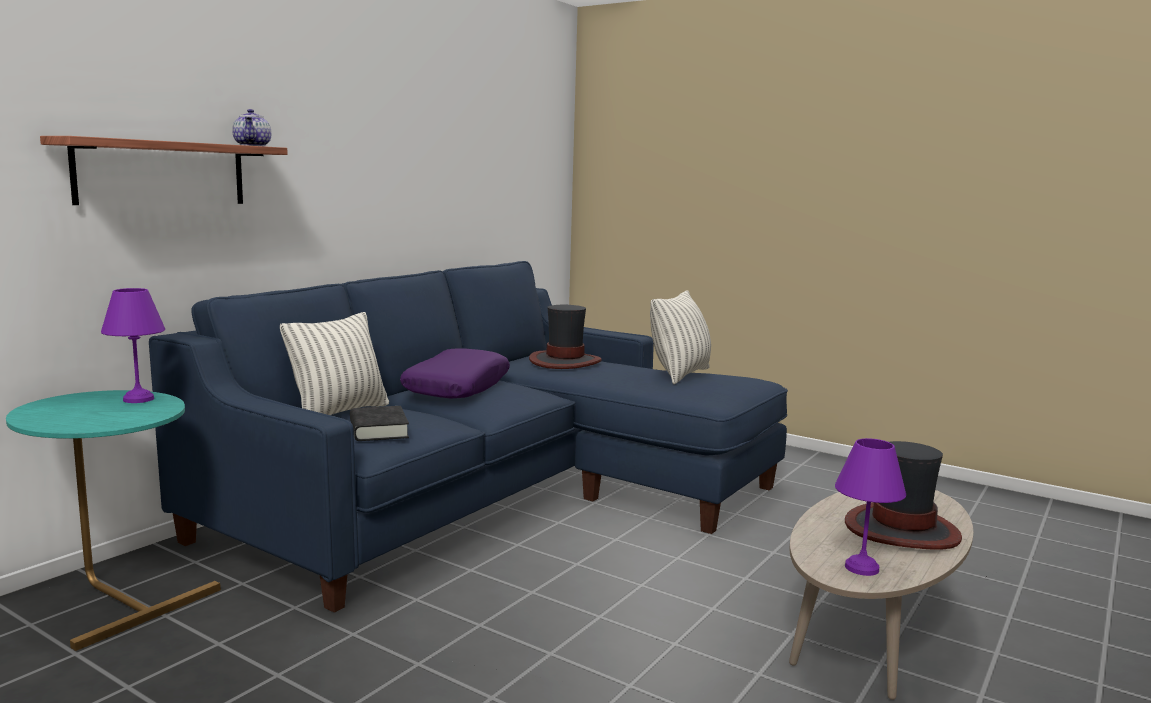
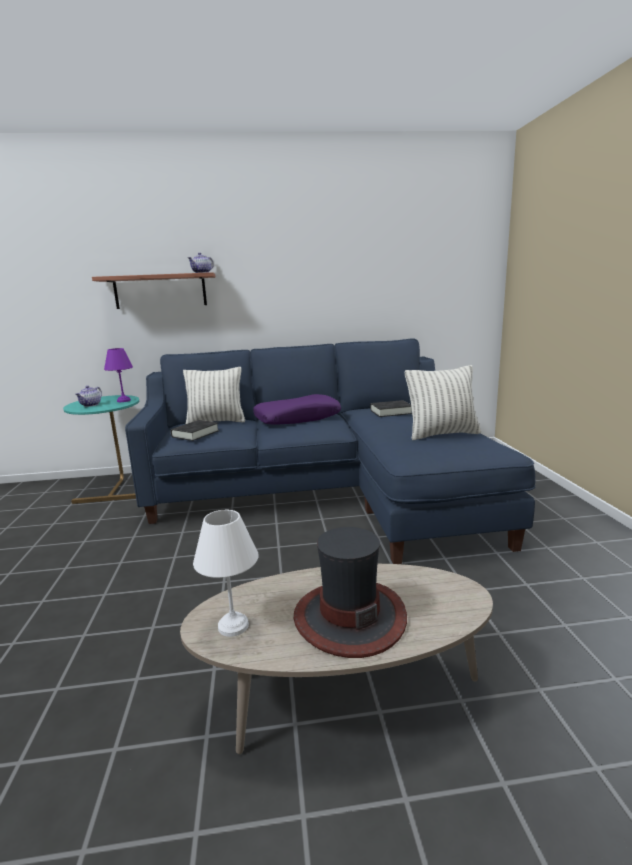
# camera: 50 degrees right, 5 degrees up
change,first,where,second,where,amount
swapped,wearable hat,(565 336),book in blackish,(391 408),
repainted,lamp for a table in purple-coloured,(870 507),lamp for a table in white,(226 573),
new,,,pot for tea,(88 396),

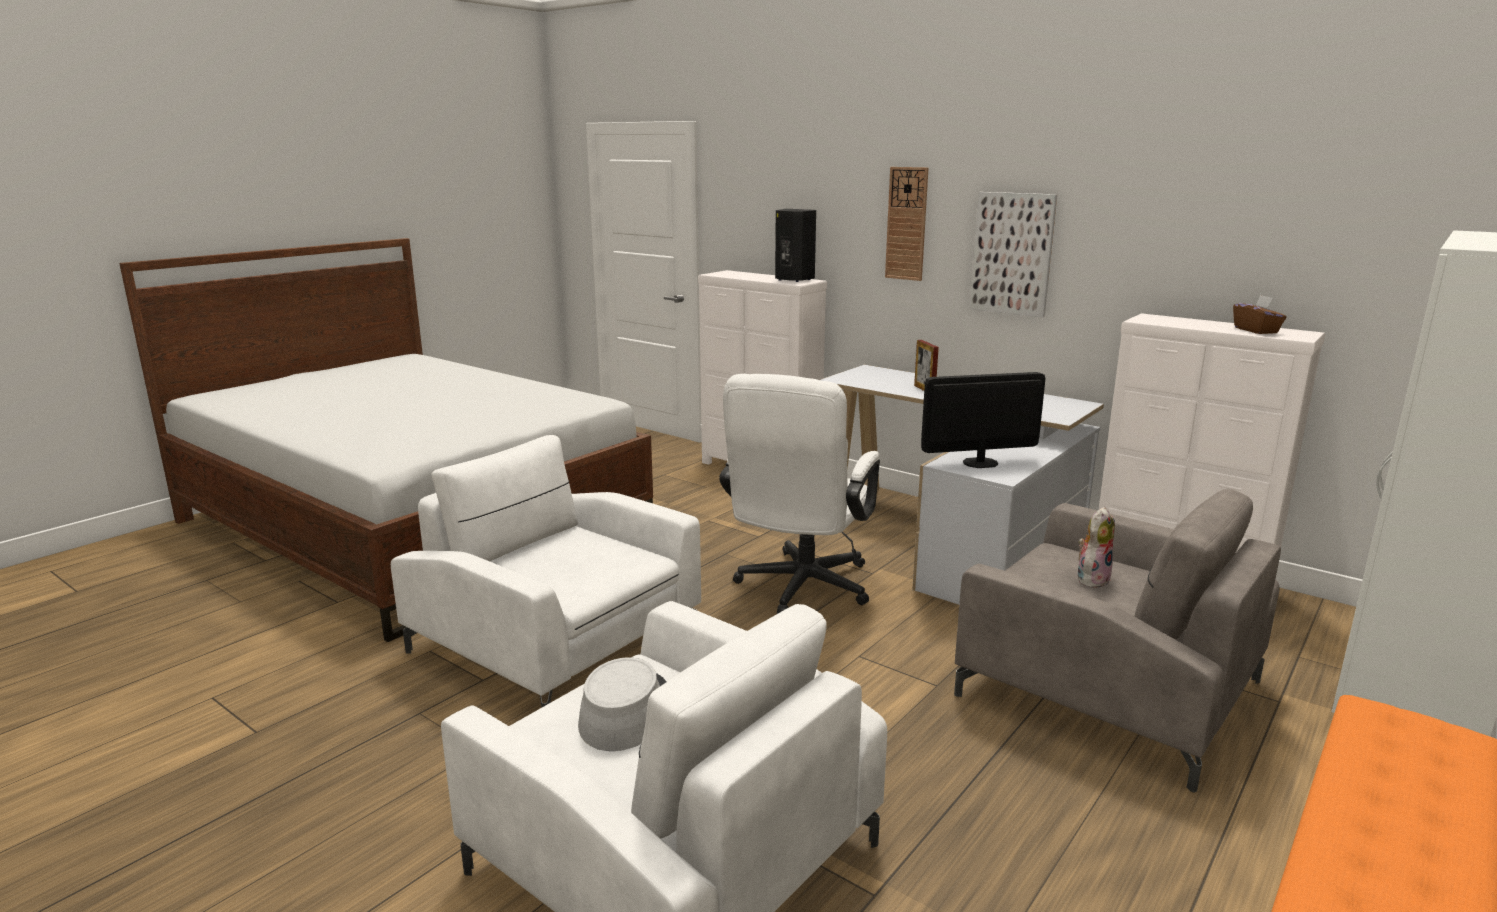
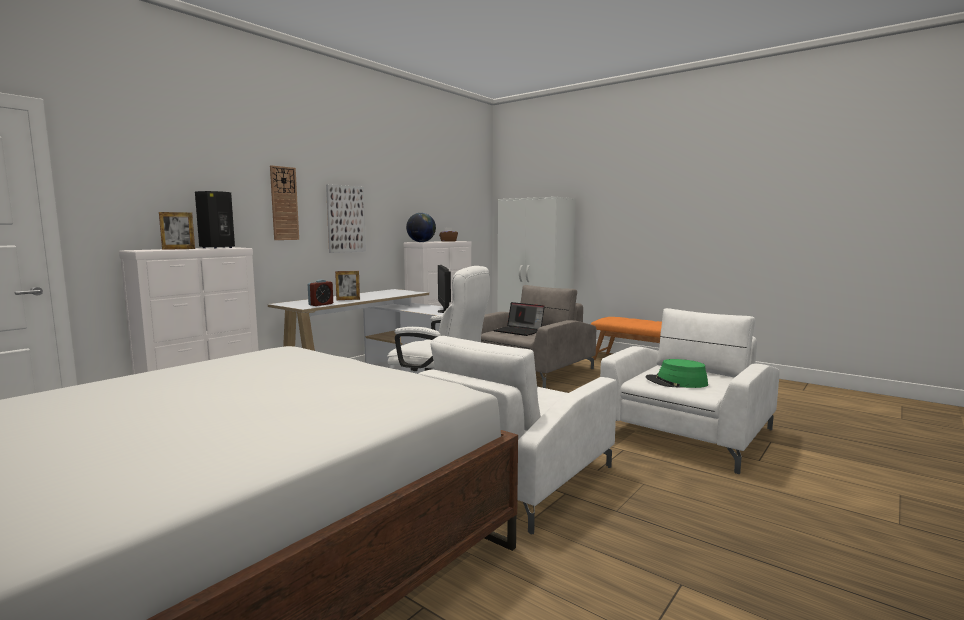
# camera: 90 degrees left, 10 degrees down
change,first,where,second,where,amount
repainted,wearable hat in grey,(622 704),wearable hat in greenish,(677 373),
swapped,soft toy,(1096 547),laptop,(519 319),
new,,,standing frame,(177 231),
new,,,alarm clock,(320 293),
new,,,desk globe,(421 227),

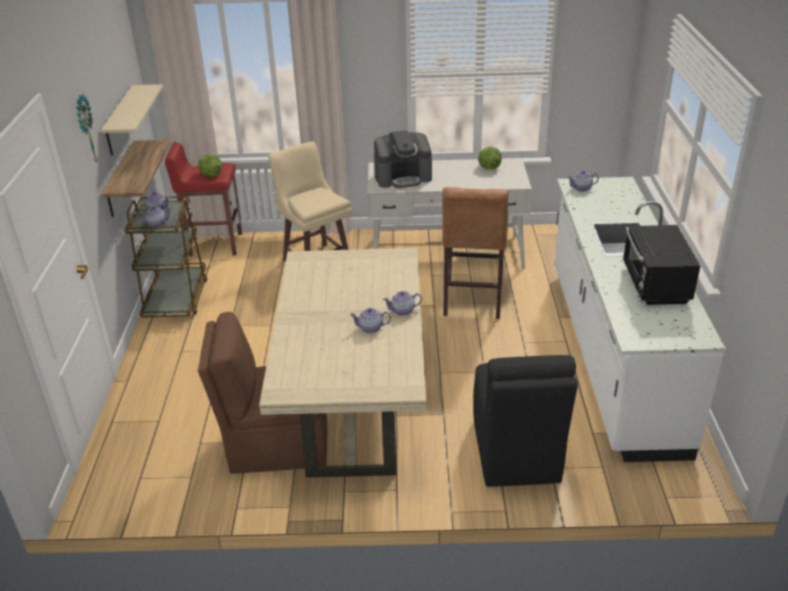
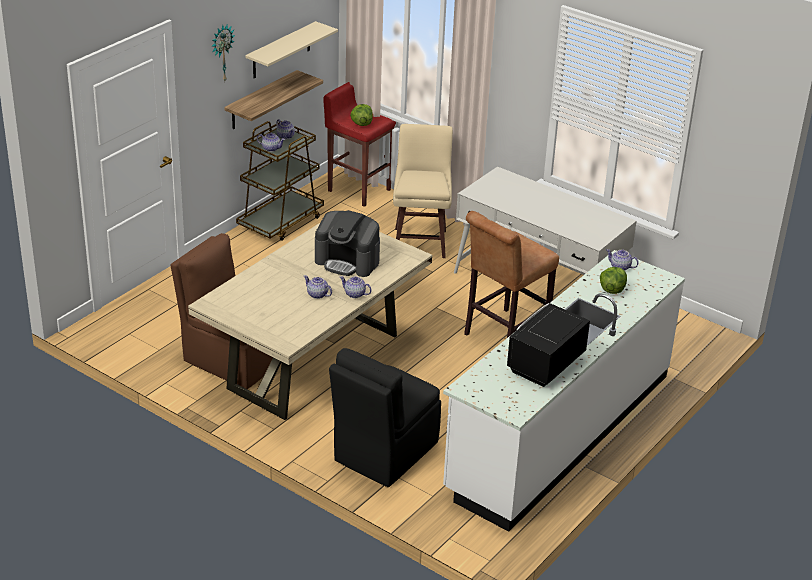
# camera: 35 degrees right, 0 degrees up
change,first,where,second,where,amount
shifted,coffee maker,(403 159),,(347 243),
shifted,lettuce,(490 158),,(613 280),

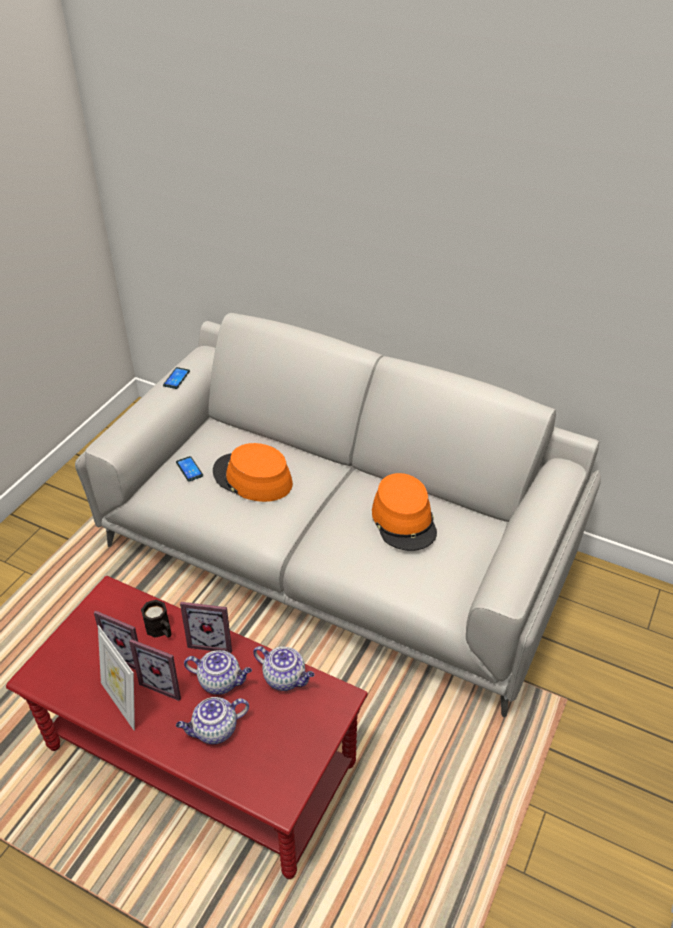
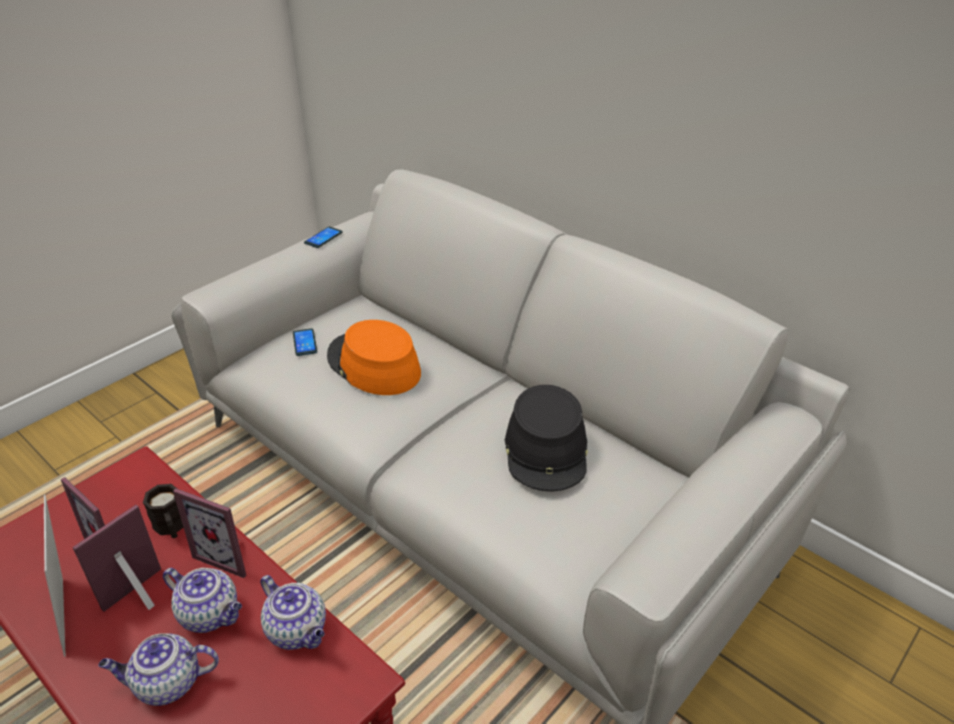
# camera: 15 degrees right, 5 degrees down
change,first,where,second,where,amount
rotated,standing frame,(155 670),,(116 558),90 degrees clockwise
repainted,wearable hat in orangey,(404 512),wearable hat in blackish,(546 438),

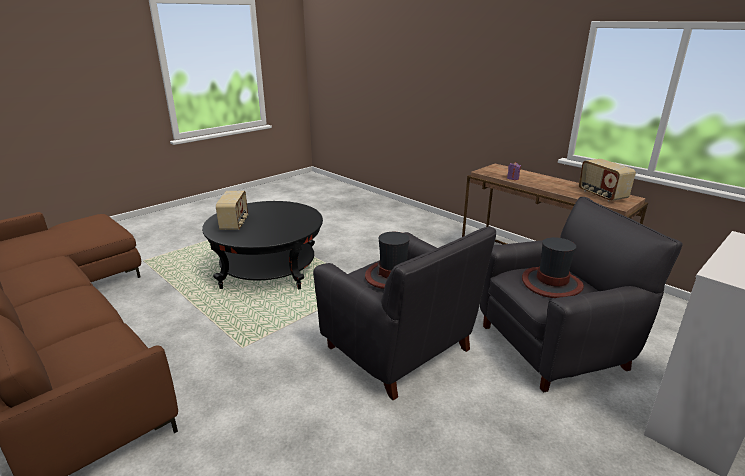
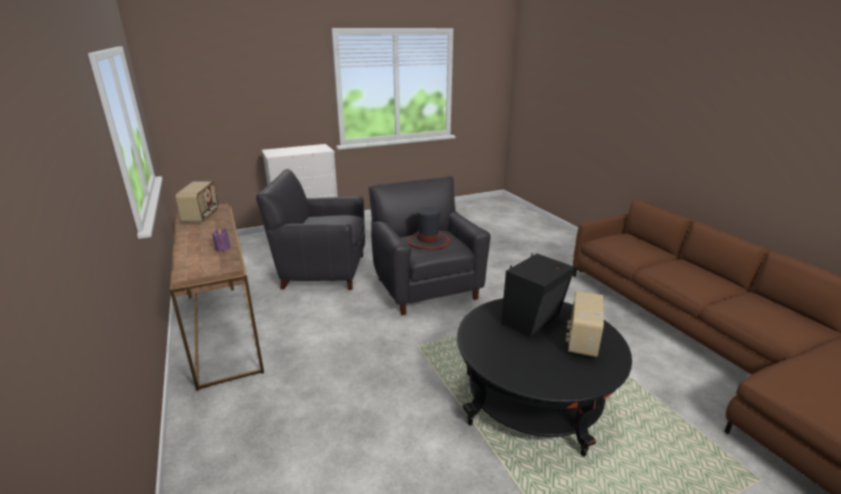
# camera: 160 degrees left, 0 degrees up
change,first,where,second,where,amount
gone,wearable hat,(553 267),,,
new,,,loudspeaker in blackish,(537 295),

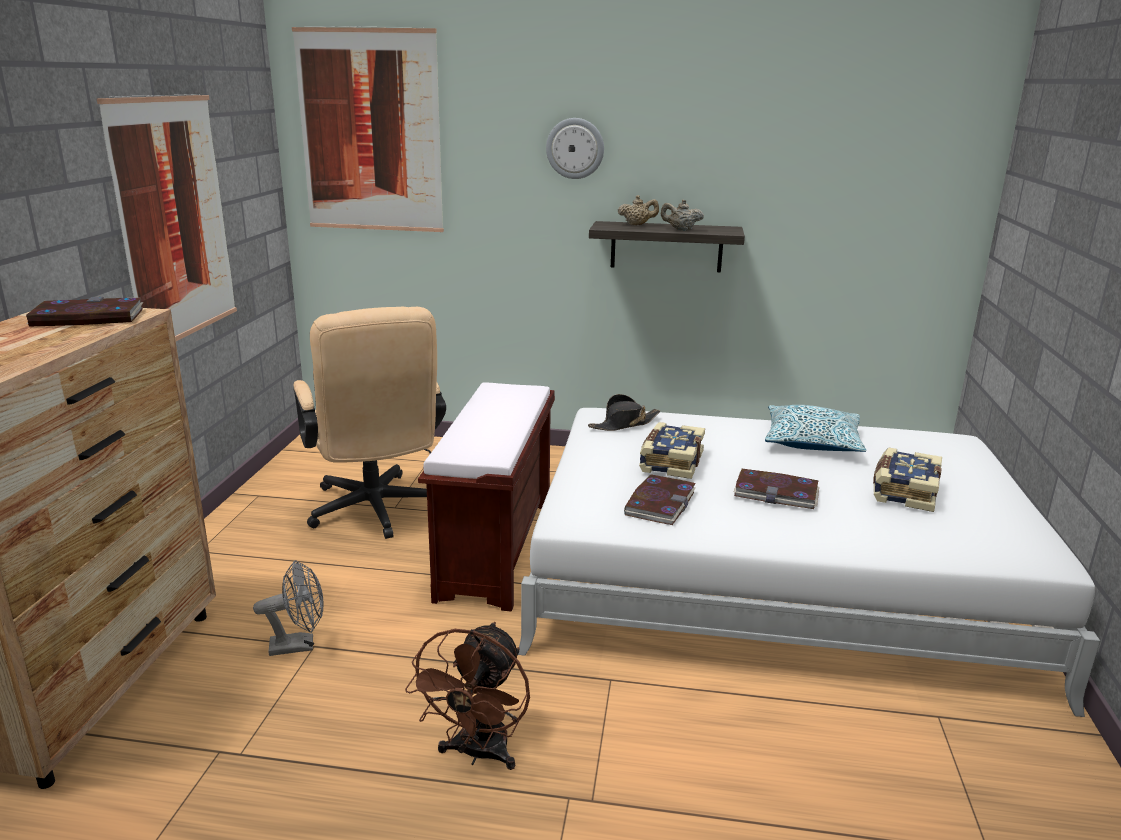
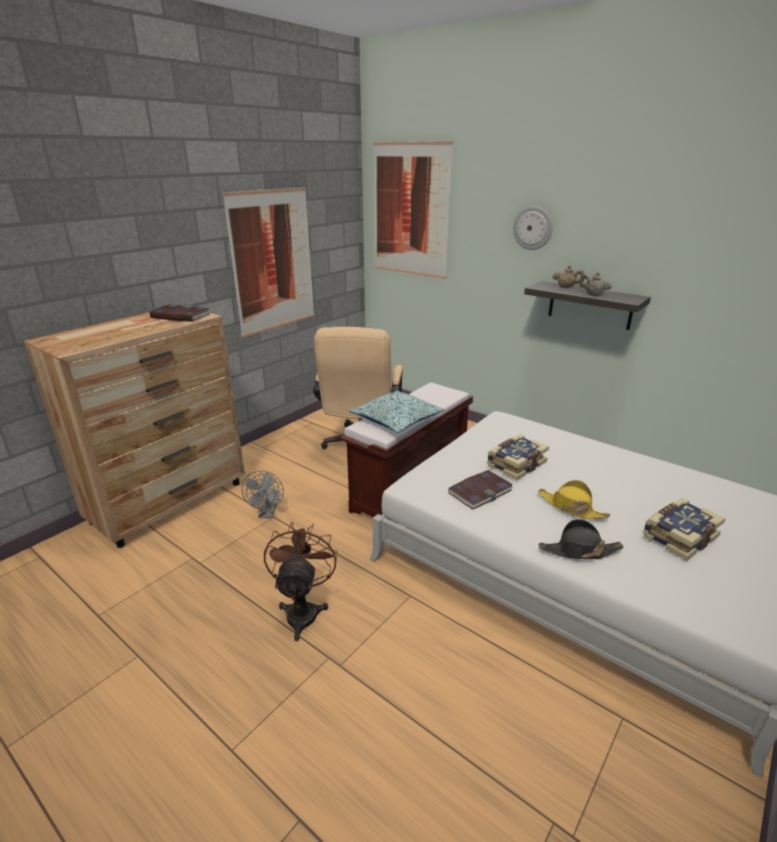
# camera: 30 degrees right, 5 degrees up
change,first,where,second,where,amount
rotated,electric fan in grey,(288 608),,(262 494),75 degrees clockwise
rotated,electric fan in brown,(467 696),,(301 581),135 degrees clockwise
shifted,wearable hat in blackish,(624 412),,(581 539),
swapped,book,(776 489),wearable hat in yellowish,(574 499),
shifted,cushion,(816 428),,(396 412),

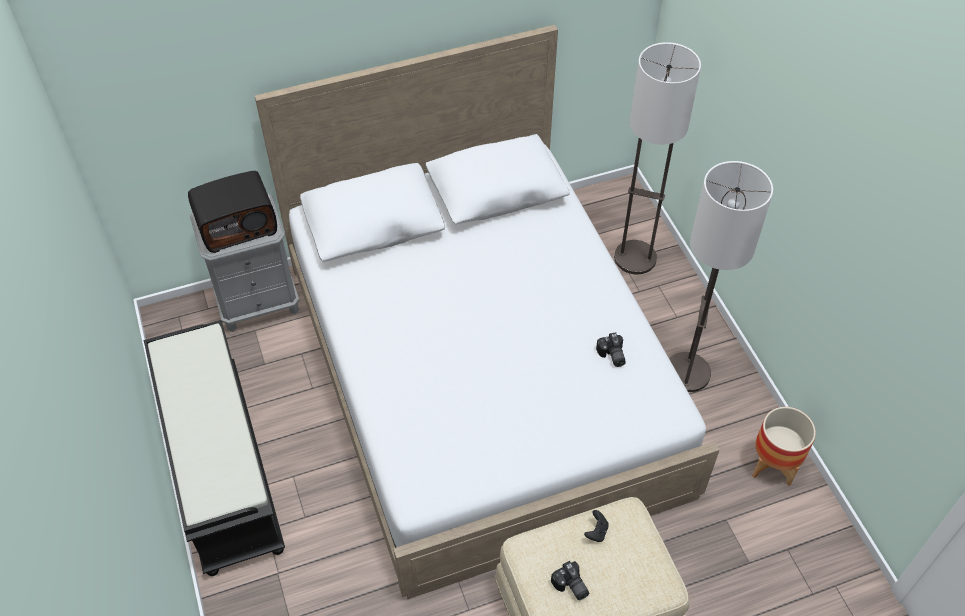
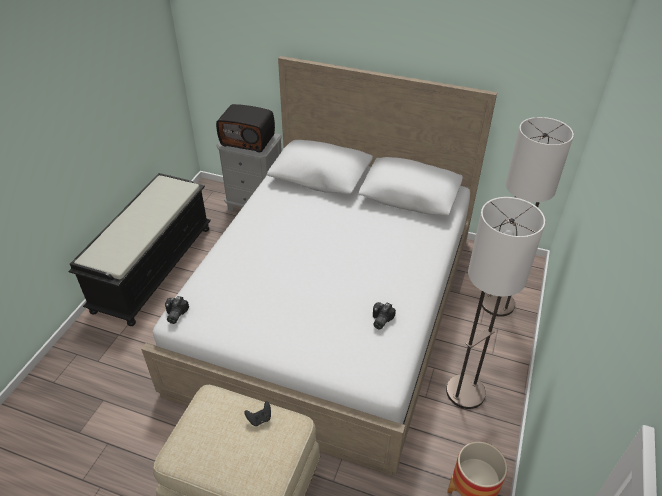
# camera: 40 degrees right, 10 degrees down
change,first,where,second,where,amount
shifted,photo camera,(570 580),,(177 310),

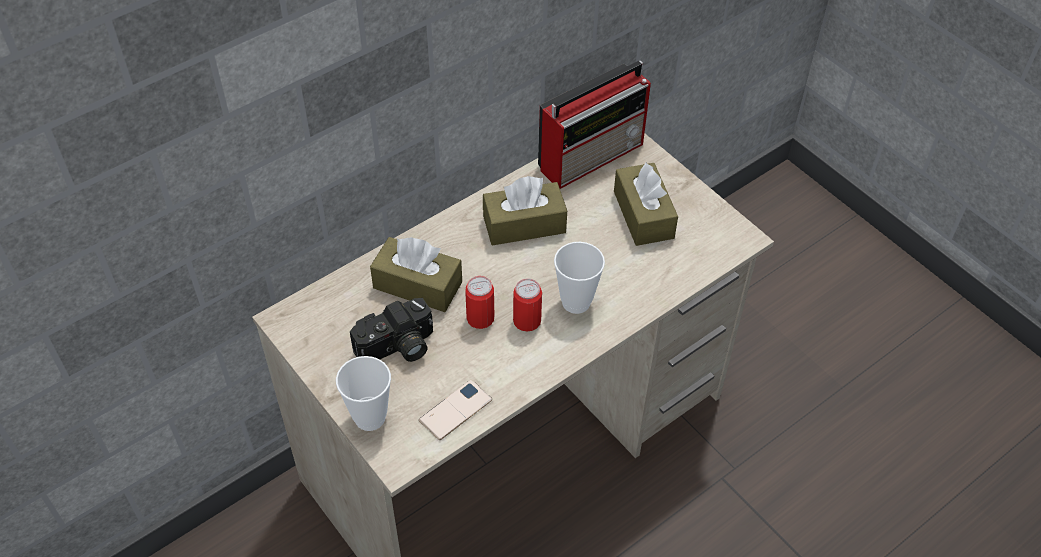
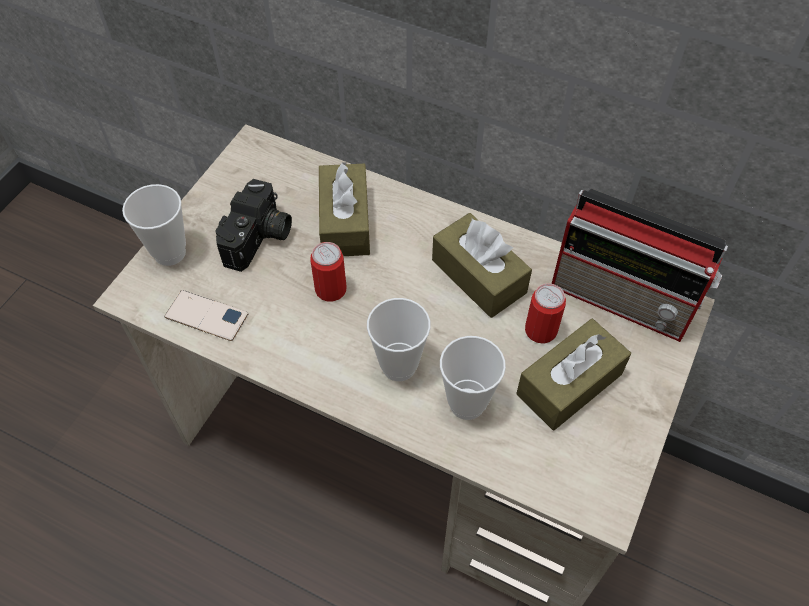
# camera: 65 degrees right, 5 degrees up
change,first,where,second,where,amount
rotated,photo camera,(391 330),,(253 225),105 degrees counterclockwise
shifted,can,(527 305),,(545 313),
new,,,drinking cup,(473 378),

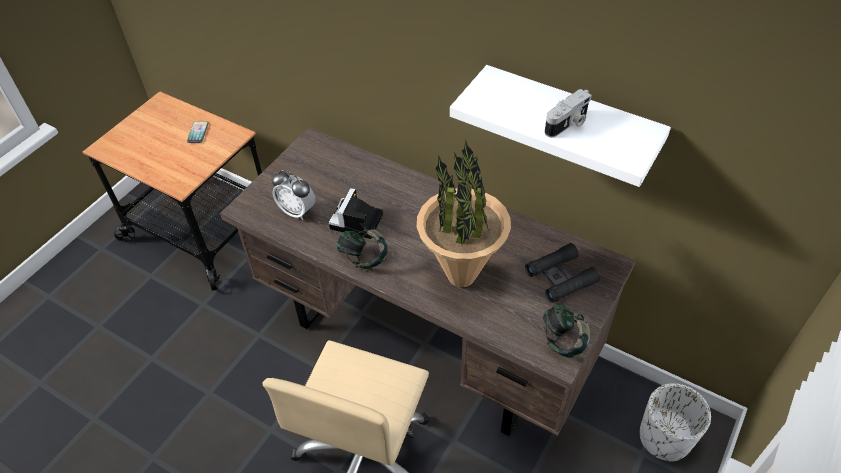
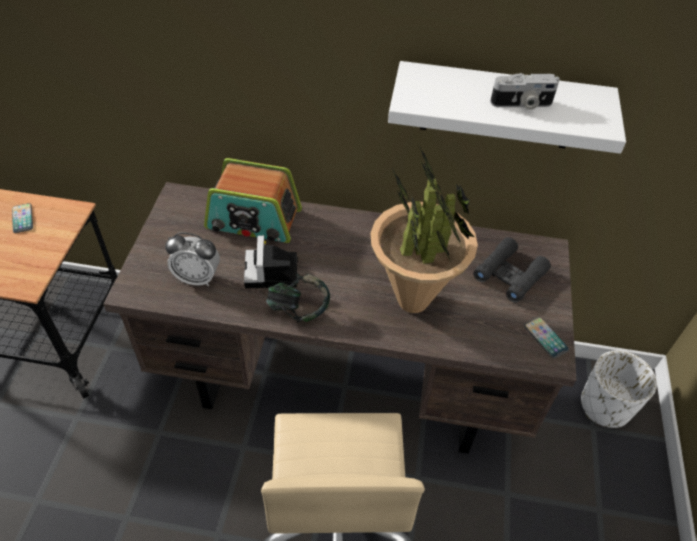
# camera: 25 degrees left, 0 degrees up
change,first,where,second,where,amount
swapped,headphones,(566 330),handset,(546 337),
rotated,photo camera,(568 113),,(525 91),60 degrees clockwise
new,,,radio set,(253 200),

